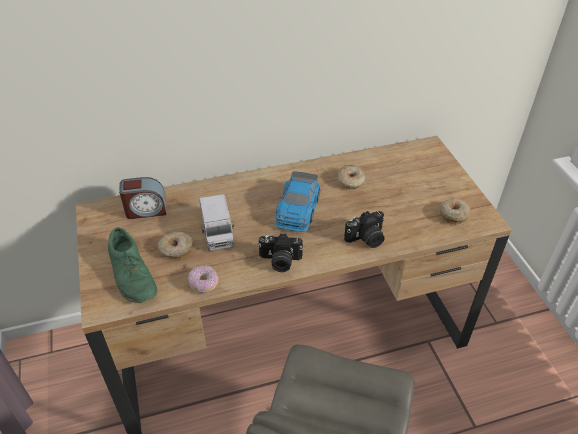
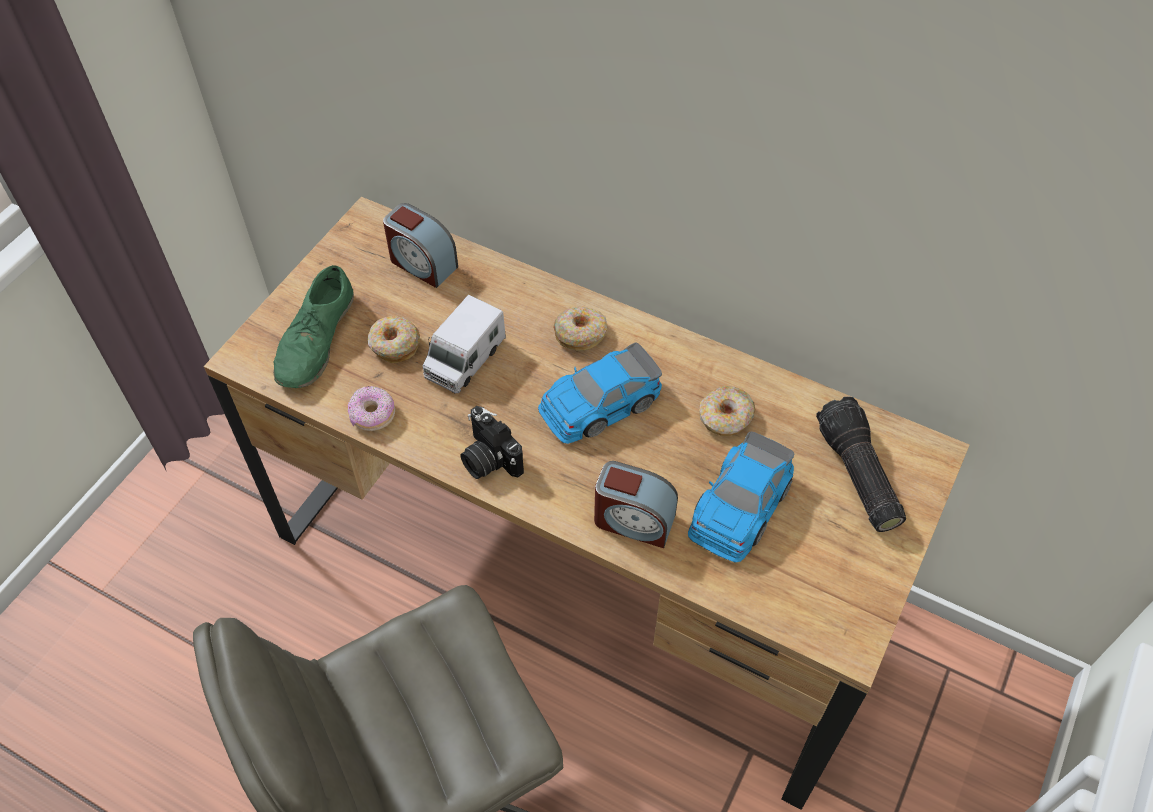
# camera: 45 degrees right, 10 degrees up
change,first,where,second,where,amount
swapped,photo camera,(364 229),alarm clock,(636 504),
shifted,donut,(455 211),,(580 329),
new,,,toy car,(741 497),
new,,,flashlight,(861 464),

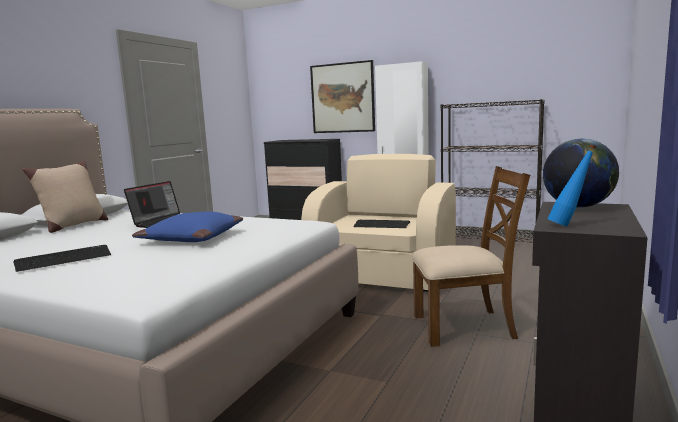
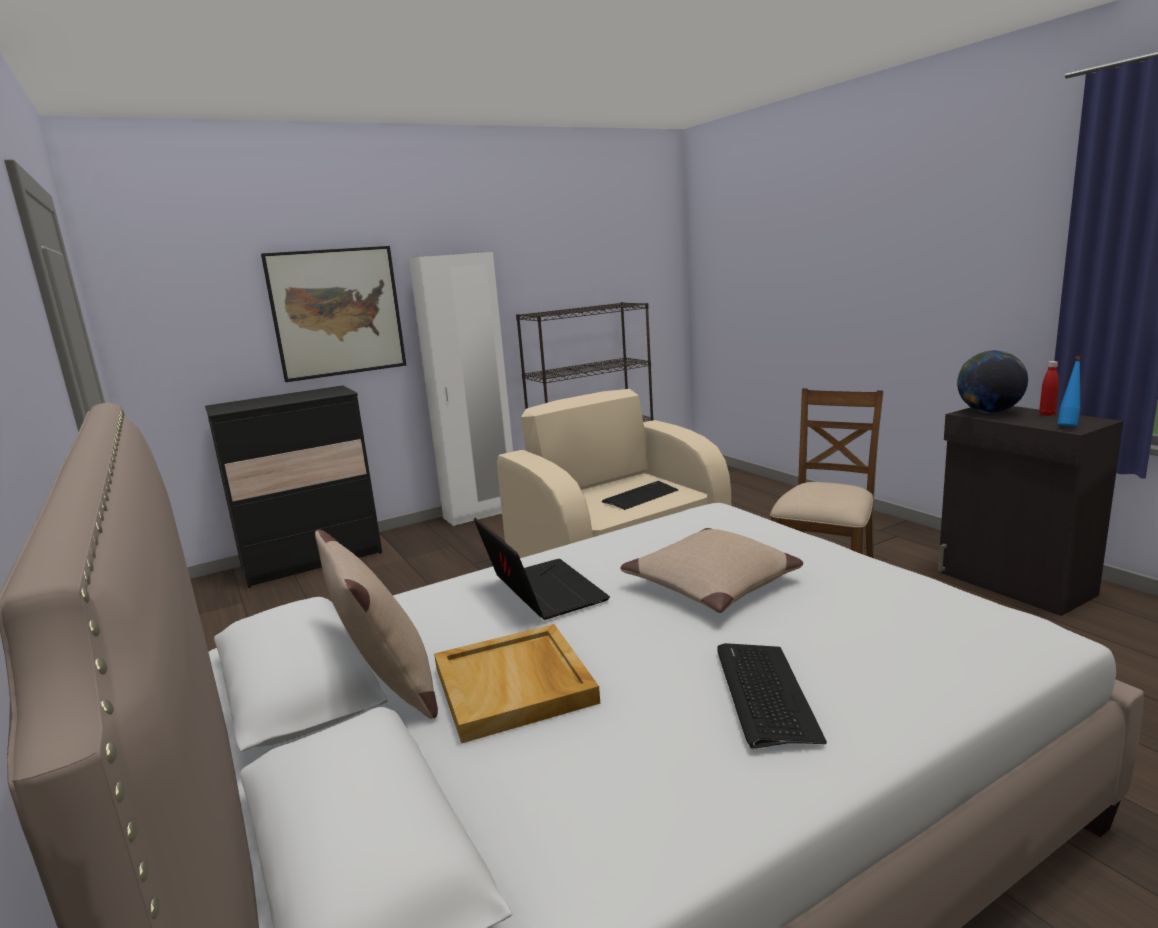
# camera: 55 degrees left, 5 degrees up
change,first,where,second,where,amount
repainted,cushion in blue-coloured,(187 226),cushion in beige-coloured,(711 570),
new,,,serving tray in beige-coloured,(517 684),
new,,,bottle in red-coloured,(1049 388),

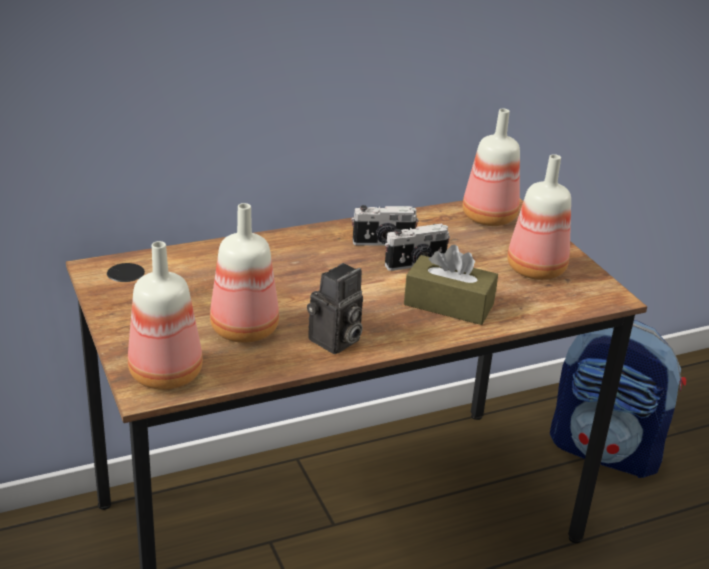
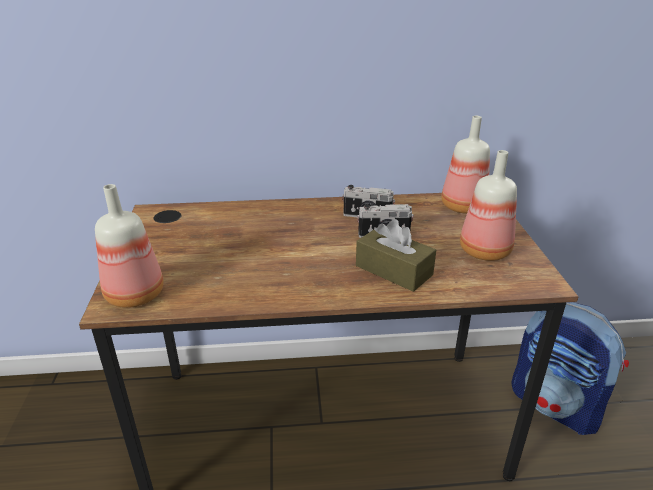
# camera: 20 degrees right, 0 degrees up
change,first,where,second,where,amount
gone,bottle,(244 273),,,
gone,photo camera,(335 308),,,

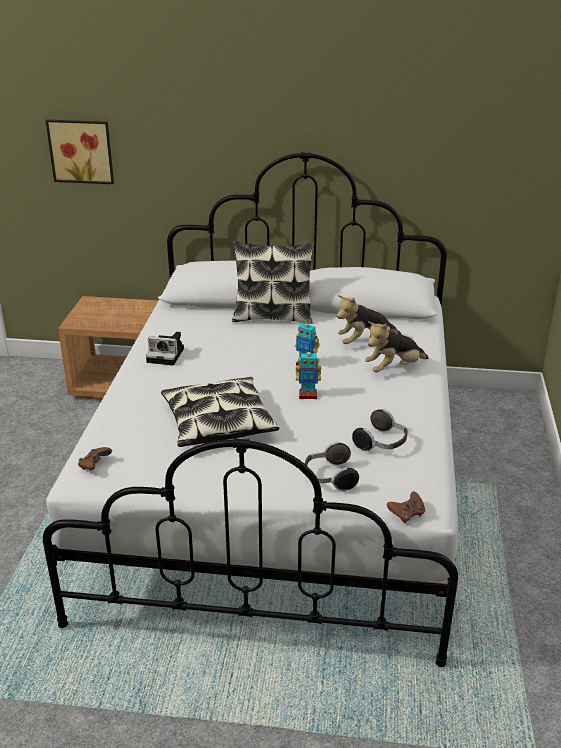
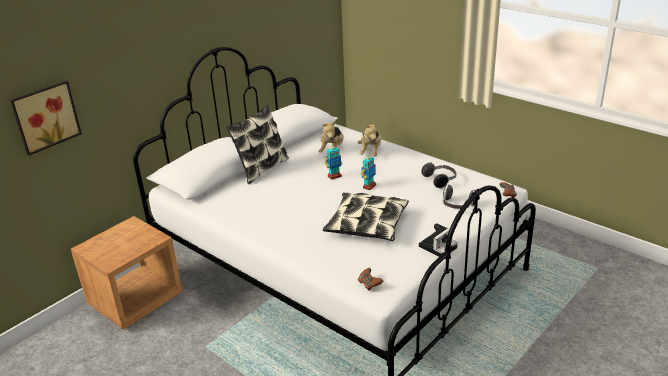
# camera: 55 degrees left, 0 degrees up
change,first,where,second,where,amount
shifted,photo camera,(165 349),,(438 240),

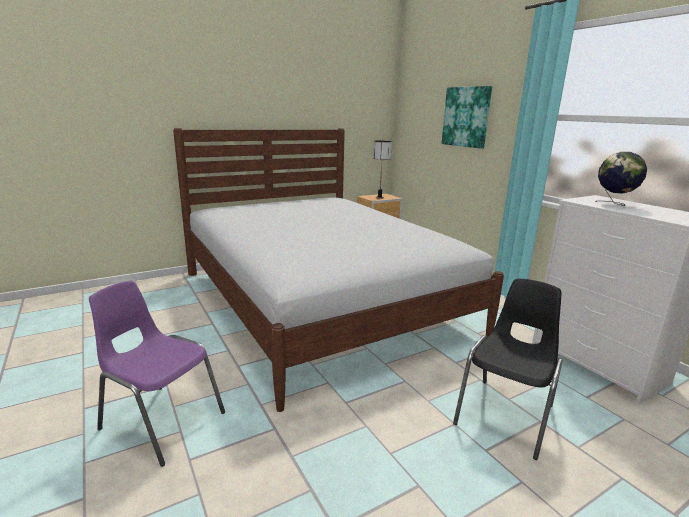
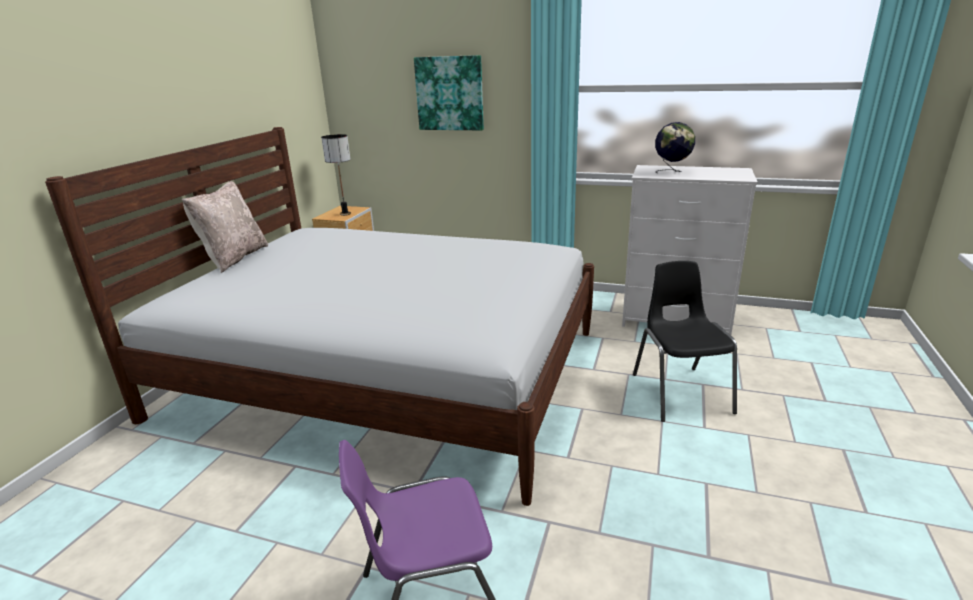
# camera: 40 degrees left, 5 degrees up
change,first,where,second,where,amount
new,,,cushion in beige-coloured,(225 227),

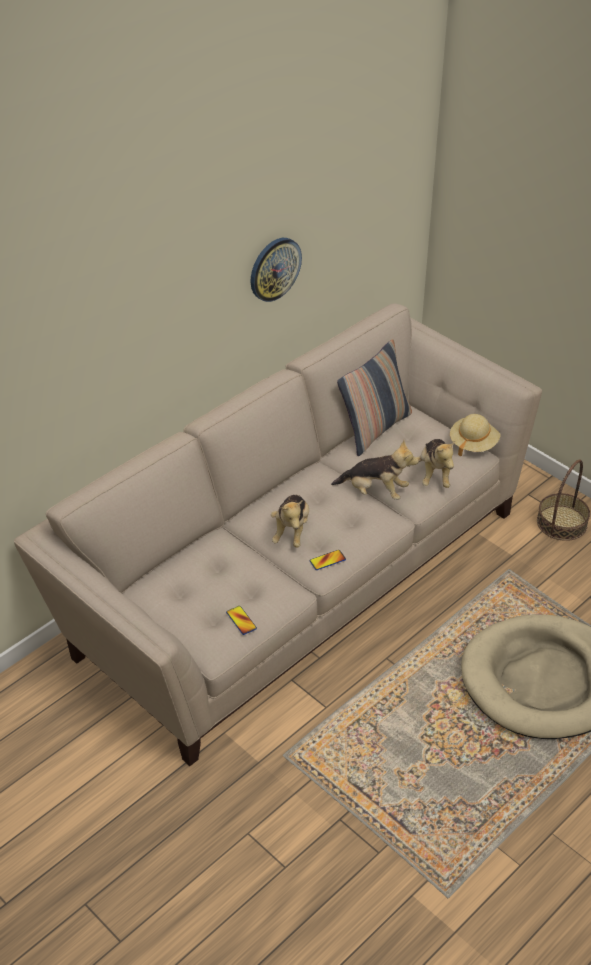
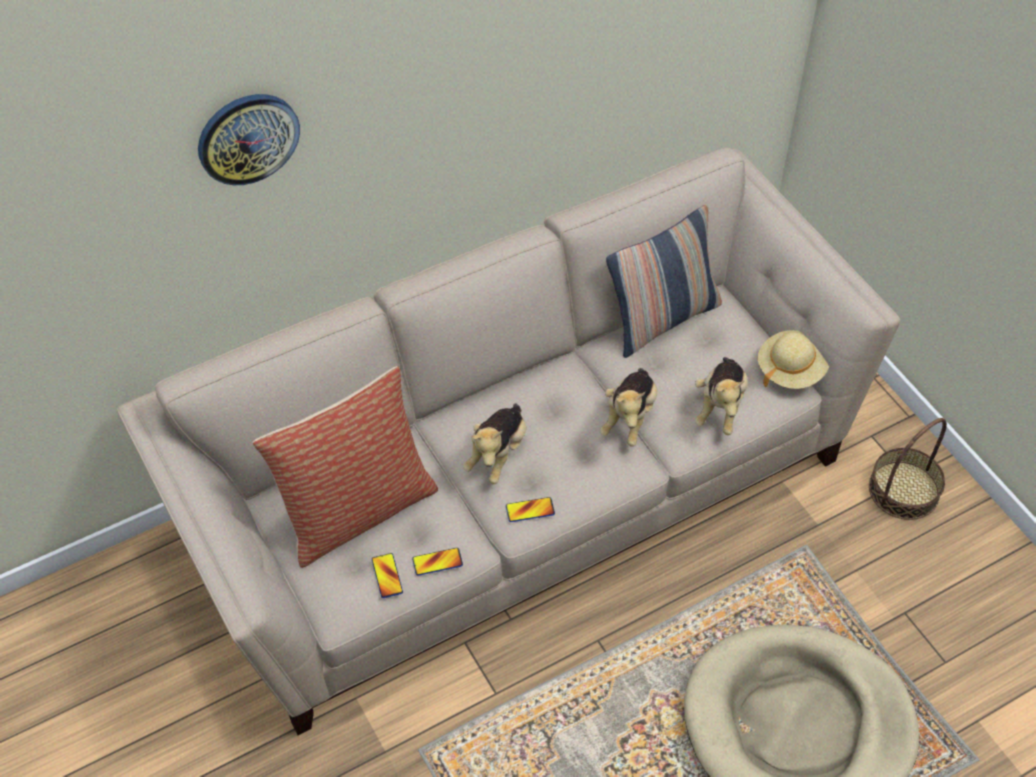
# camera: 15 degrees right, 10 degrees up
change,first,where,second,where,amount
shifted,hanging clock,(276 270),,(249 139),
rotated,soft toy,(374 470),,(628 407),75 degrees clockwise
new,,,cushion,(345 467),
new,,,handset,(437 562),

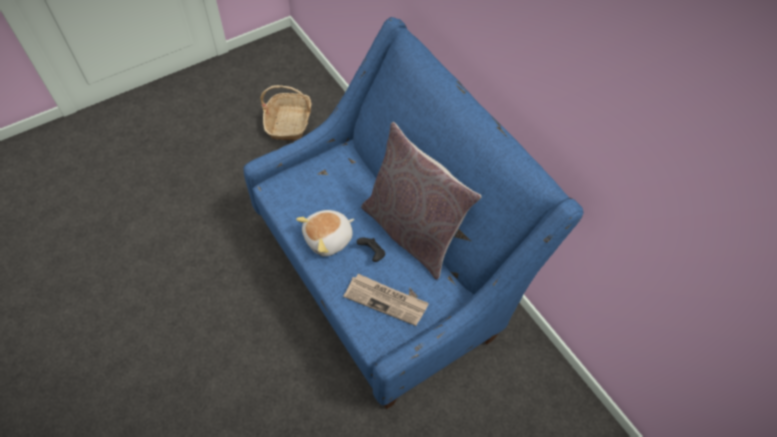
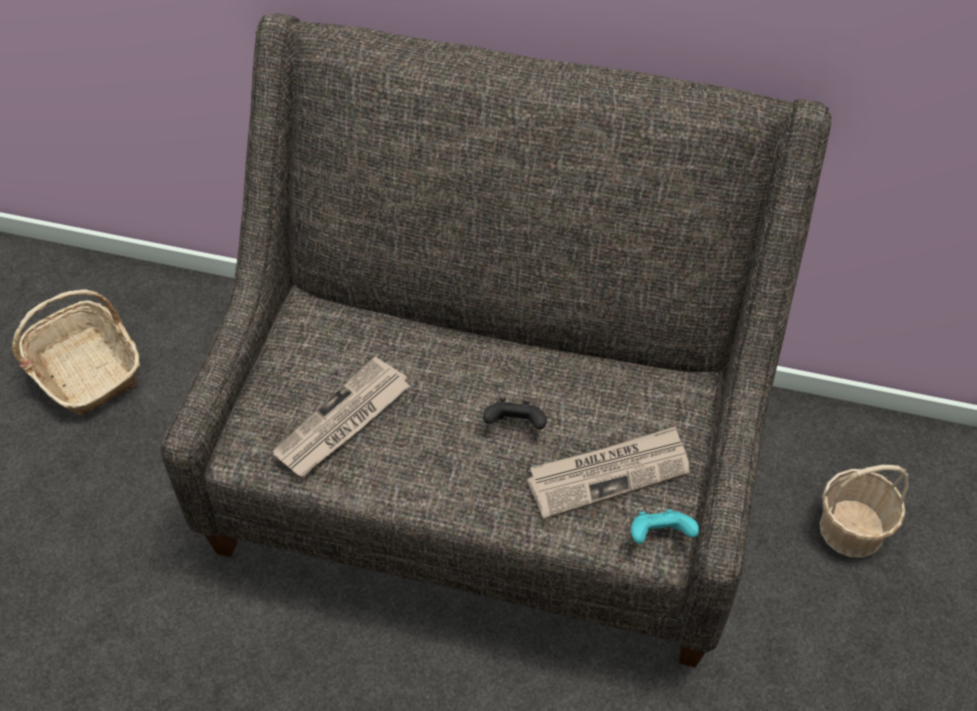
# camera: 40 degrees left, 5 degrees down
change,first,where,second,where,amount
repainted,settee in blue-coloured,(413 213),settee in grey,(496 340),
gone,soft toy,(325 233),,,
gone,cushion in grey,(421 201),,,
new,,,newspaper,(341 416),
new,,,gamepad in blue-green,(665 526),
new,,,household basket,(864 511),

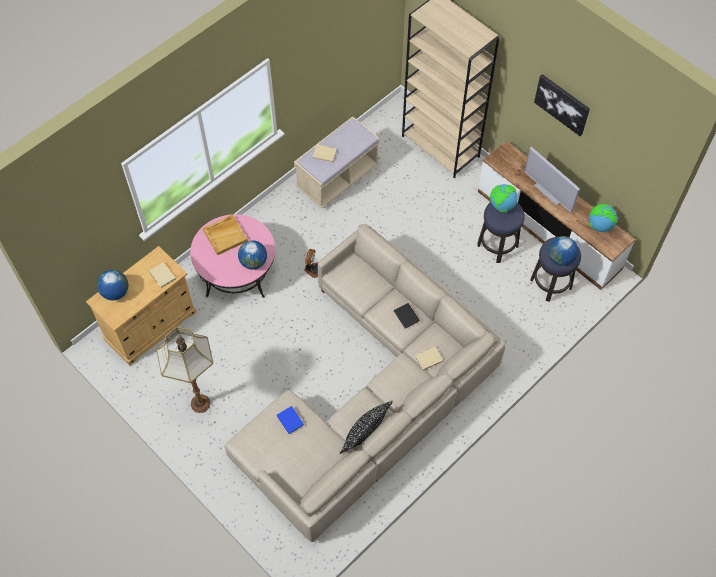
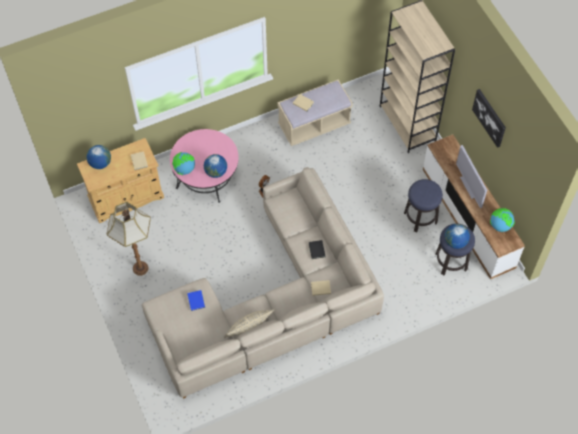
# camera: 20 degrees right, 0 degrees up
change,first,where,second,where,amount
gone,serving tray in beige-coloured,(225 234),,,
repainted,cushion in blackish,(366 427),cushion in beige-coloured,(249 323),
shifted,desk globe,(504 198),,(183 163),

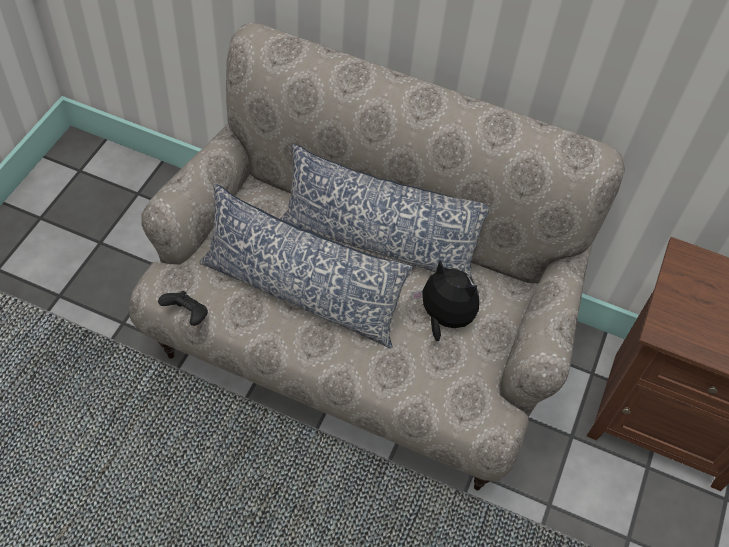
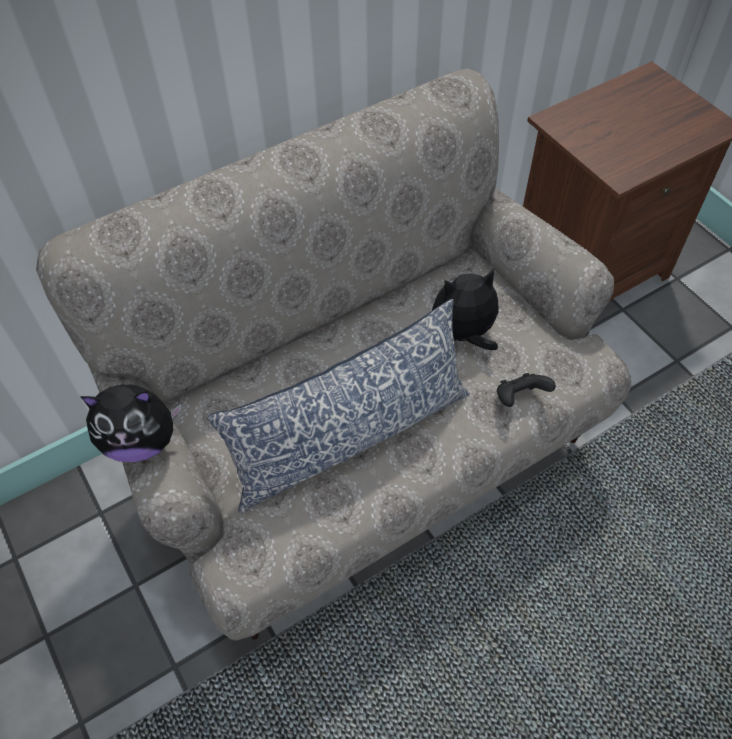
# camera: 50 degrees left, 0 degrees up
change,first,where,second,where,amount
shifted,gamepad in blackish,(183 308),,(526 390),
gone,cushion,(384 212),,,
new,,,soft toy,(130 423),

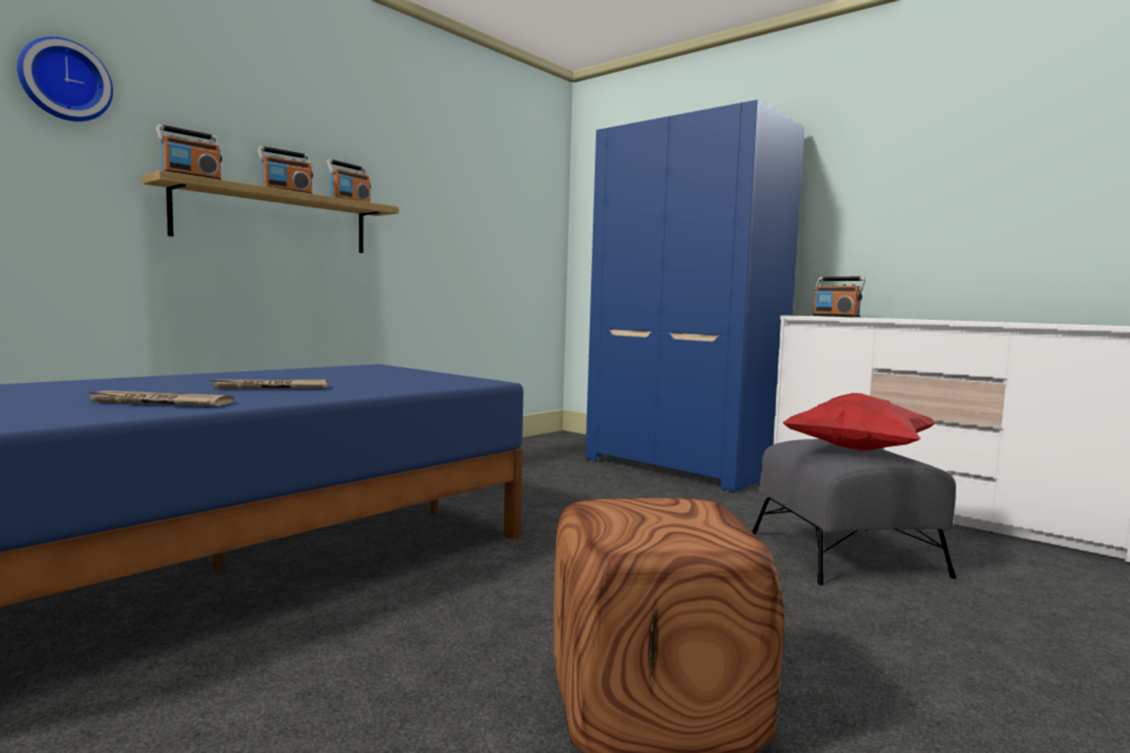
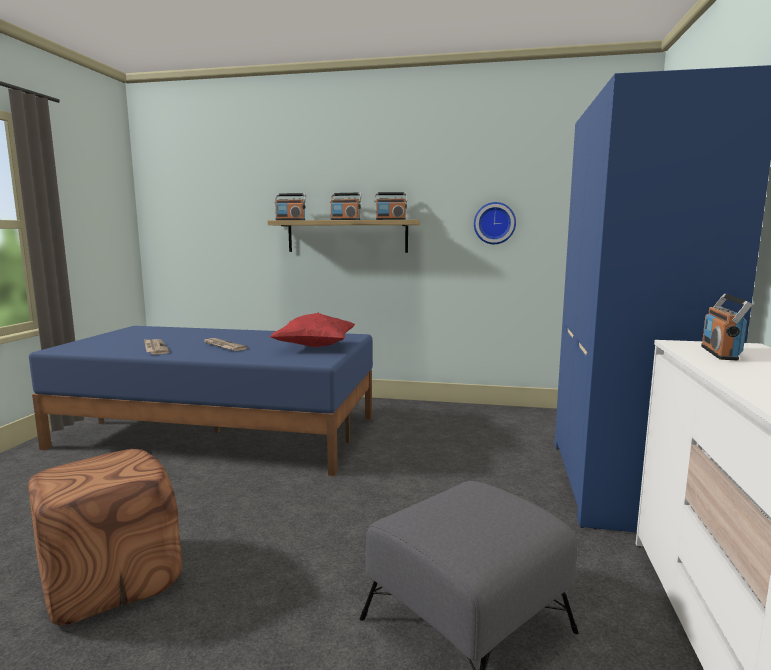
# camera: 60 degrees right, 5 degrees up
change,first,where,second,where,amount
shifted,hanging clock,(65 79),,(495 223),
shifted,cushion in red-coloured,(859 421),,(312 330),

